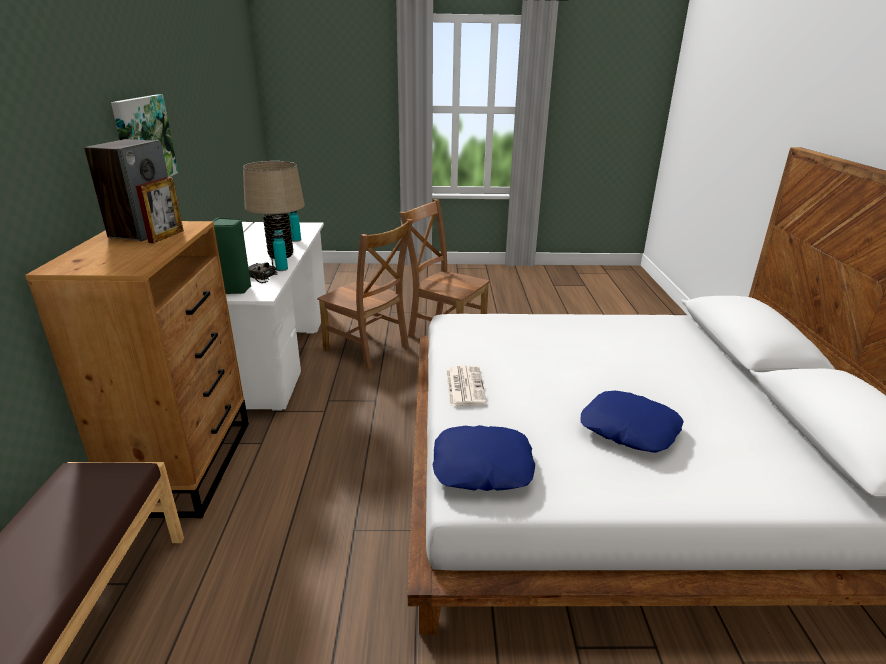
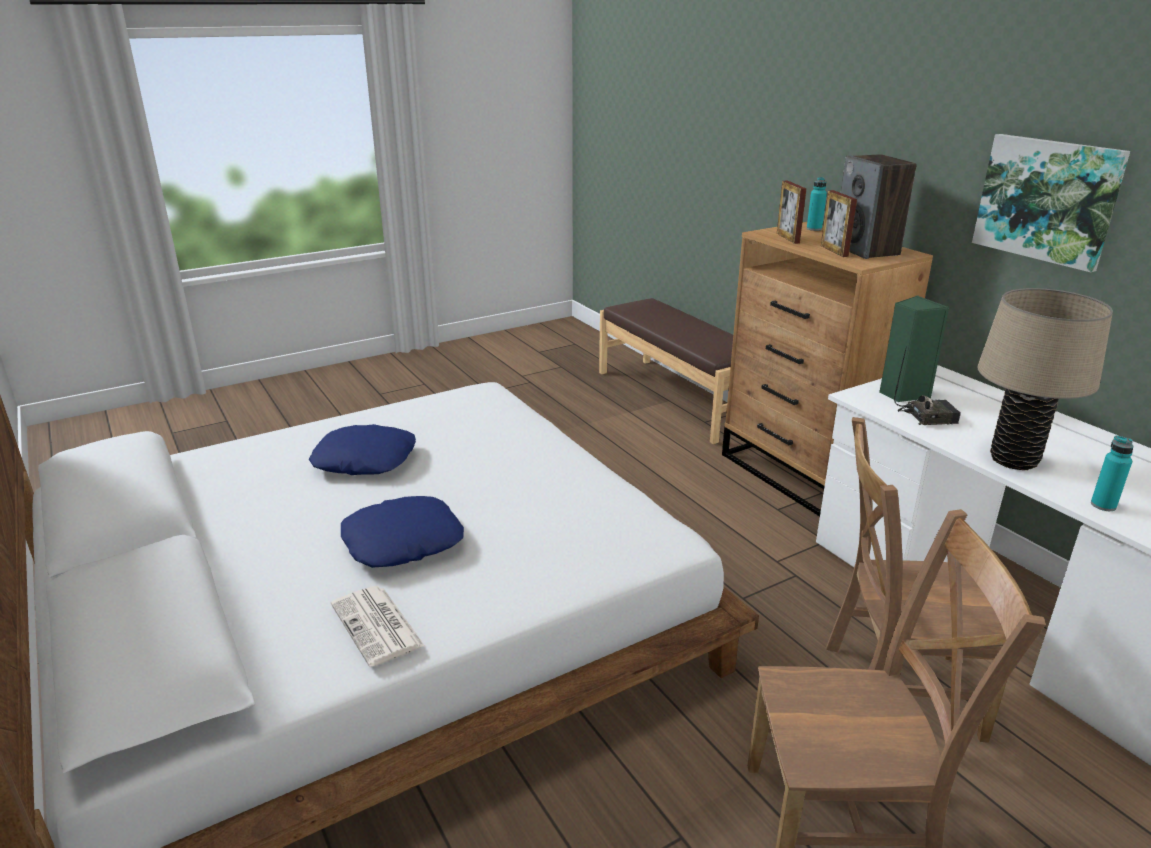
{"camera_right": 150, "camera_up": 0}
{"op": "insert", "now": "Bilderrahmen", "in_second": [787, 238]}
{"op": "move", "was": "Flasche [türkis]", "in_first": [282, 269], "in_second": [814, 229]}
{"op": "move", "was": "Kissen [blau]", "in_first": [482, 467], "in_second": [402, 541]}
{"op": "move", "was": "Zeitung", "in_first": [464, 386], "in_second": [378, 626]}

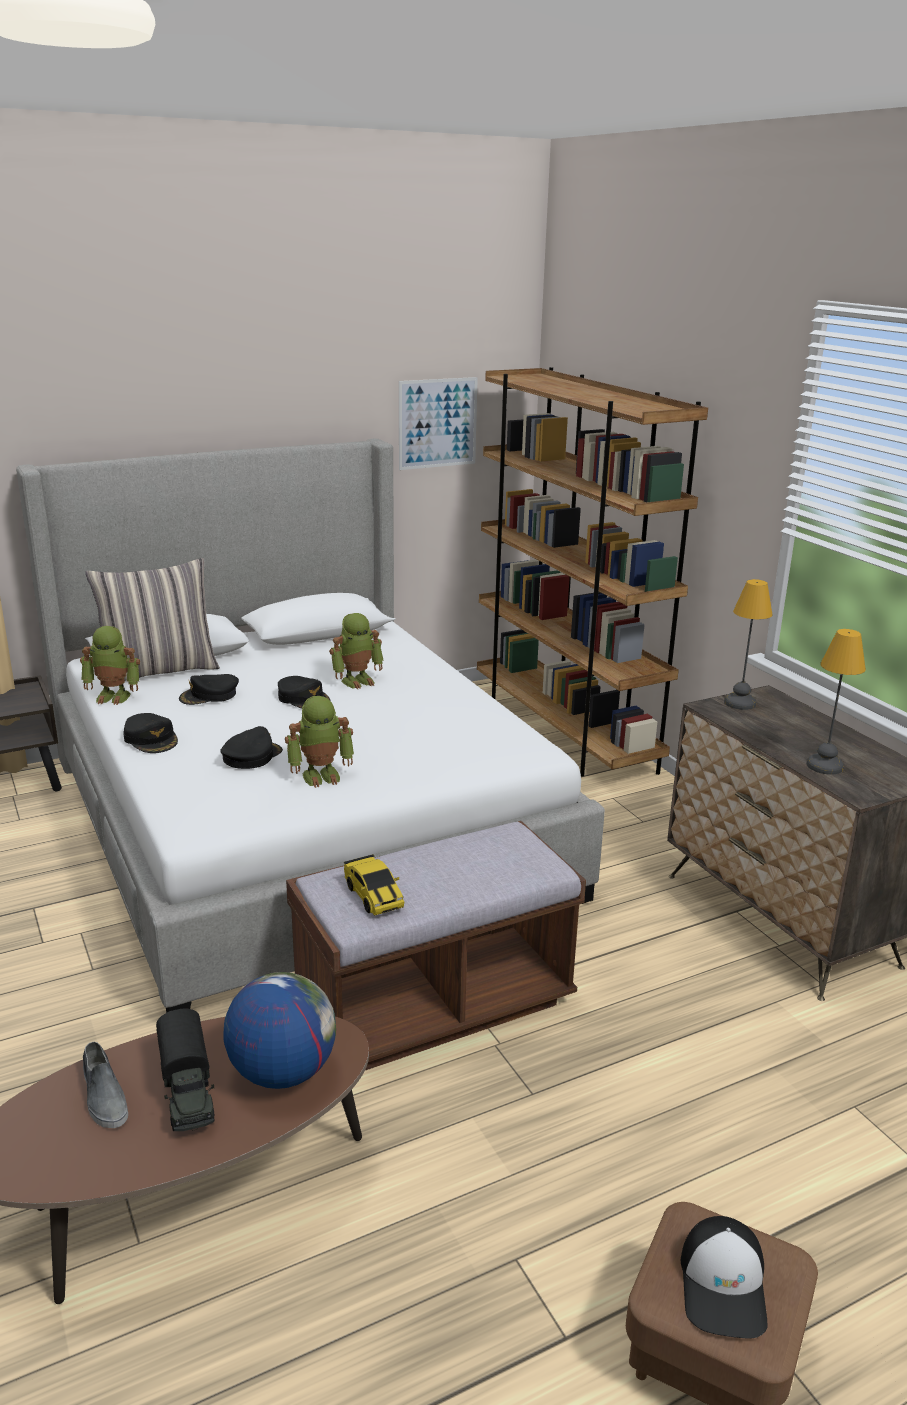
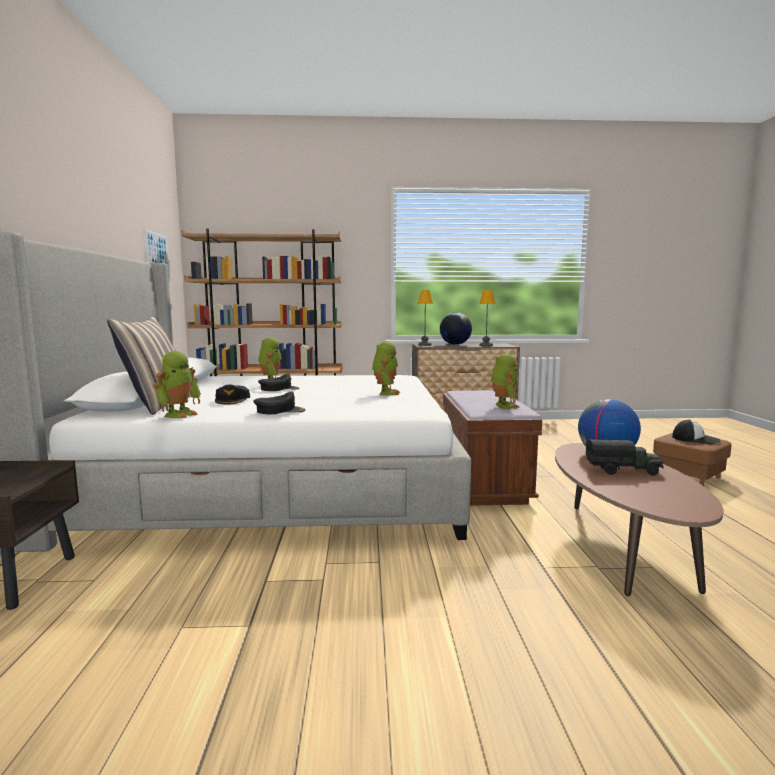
{"camera_right": -65, "camera_up": -15}
{"op": "delete", "was": "Schuh [grau]", "in_first": [104, 1096]}
{"op": "delete", "was": "Kappe [schwarz]", "in_first": [251, 756]}
{"op": "insert", "now": "Globus", "in_second": [455, 344]}
{"op": "replace", "was": "Spielzeugauto", "now": "Spielzeugroboter", "in_first": [373, 896], "in_second": [503, 406]}

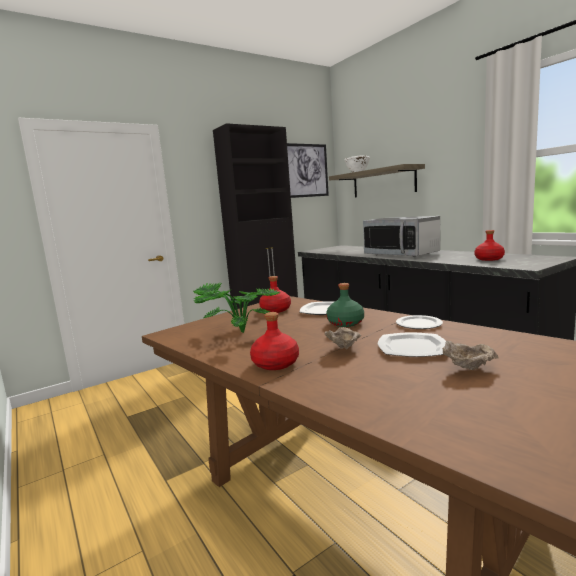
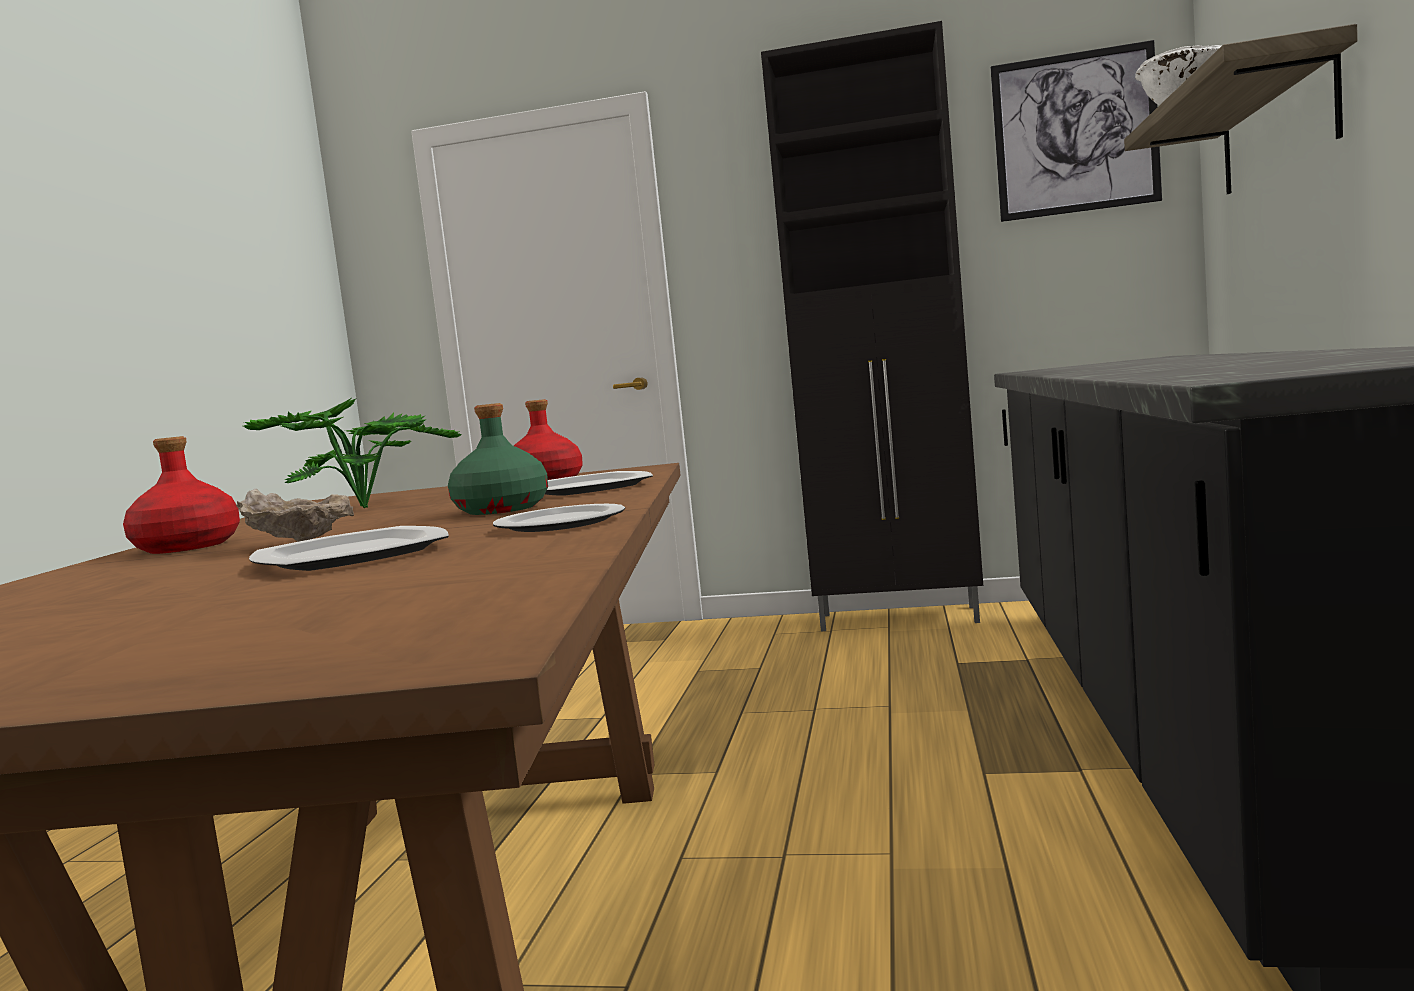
{"camera_right": 45, "camera_up": -5}
{"op": "delete", "was": "Mikrowelle", "in_first": [401, 254]}
{"op": "delete", "was": "Schüssel [beige]", "in_first": [469, 369]}
{"op": "delete", "was": "Flasche [rot]", "in_first": [489, 259]}

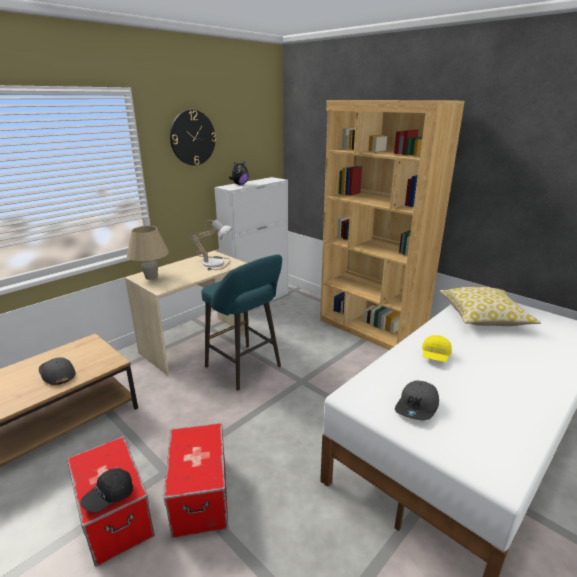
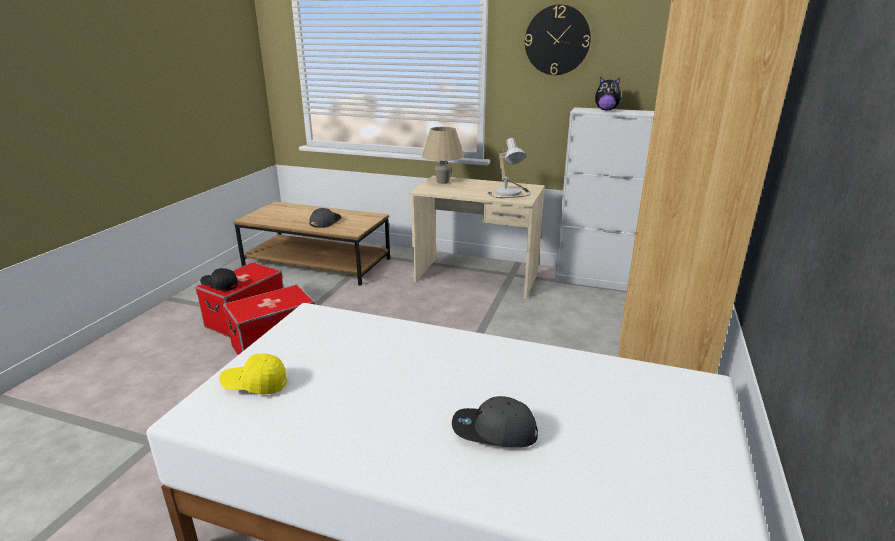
{"camera_right": 65, "camera_up": 0}
{"op": "delete", "was": "Hocker [türkis]", "in_first": [246, 368]}
{"op": "delete", "was": "Kissen", "in_first": [483, 317]}
{"op": "move", "was": "Kappe [grau]", "in_first": [417, 407], "in_second": [494, 432]}
{"op": "move", "was": "Kappe [gelb]", "in_first": [435, 356], "in_second": [255, 385]}

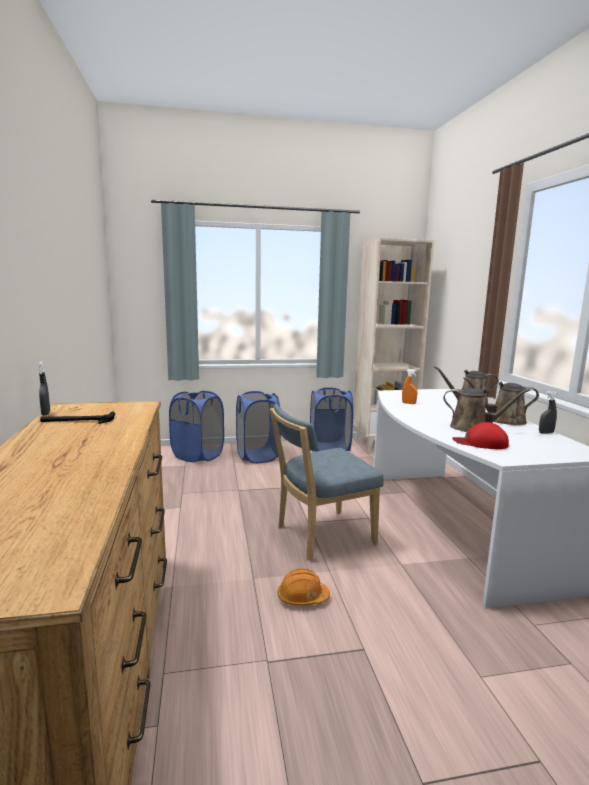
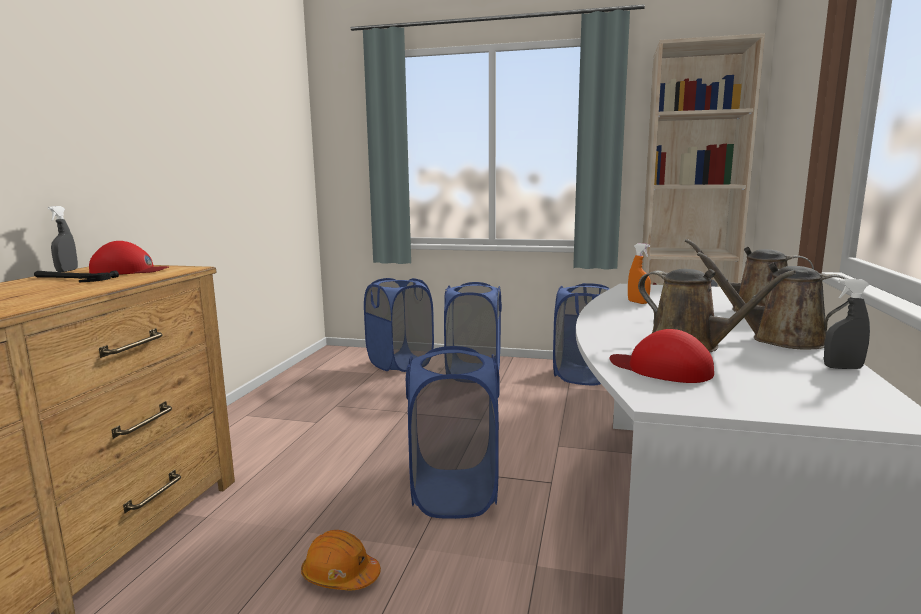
{"camera_right": 25, "camera_up": 0}
{"op": "insert", "now": "Kappe [rot]", "in_second": [129, 271]}
{"op": "replace", "was": "Stuhl [blau]", "now": "Wäschekorb [blau]", "in_first": [321, 535], "in_second": [454, 493]}

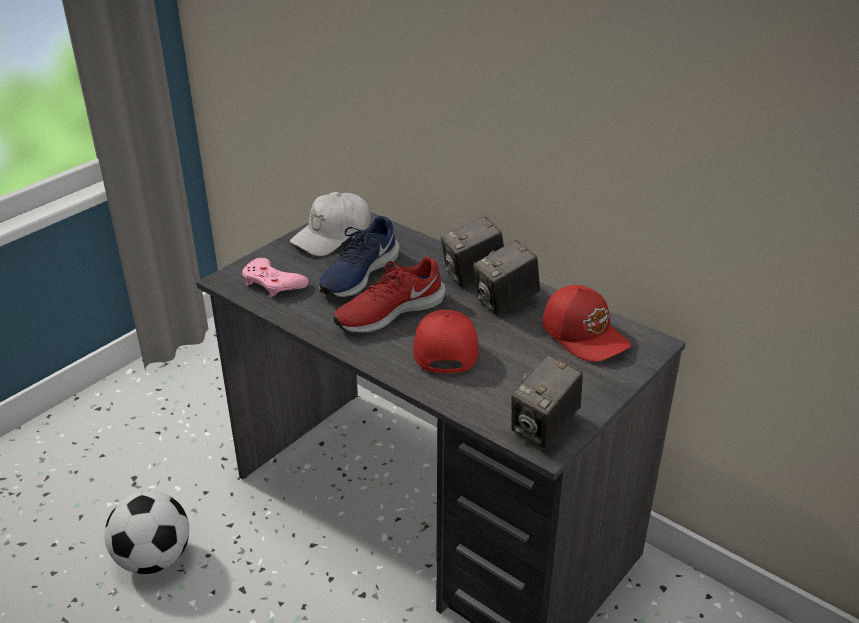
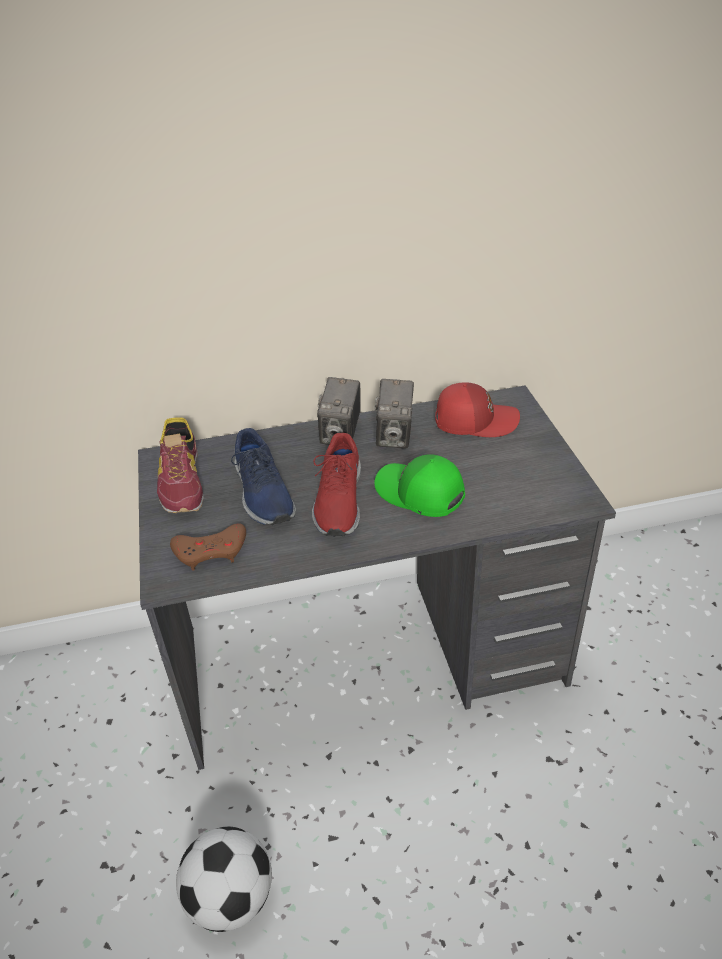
{"camera_right": -50, "camera_up": 5}
{"op": "delete", "was": "Kamera", "in_first": [544, 428]}
{"op": "replace", "was": "Kappe [weiß]", "now": "Schuh", "in_first": [332, 235], "in_second": [182, 481]}
{"op": "recolor", "was": "Gamepad [rosa]", "now": "Gamepad [braun]", "in_first": [273, 283], "in_second": [211, 551]}
{"op": "recolor", "was": "Kappe [rot]", "now": "Kappe [grün]", "in_first": [444, 348], "in_second": [419, 494]}

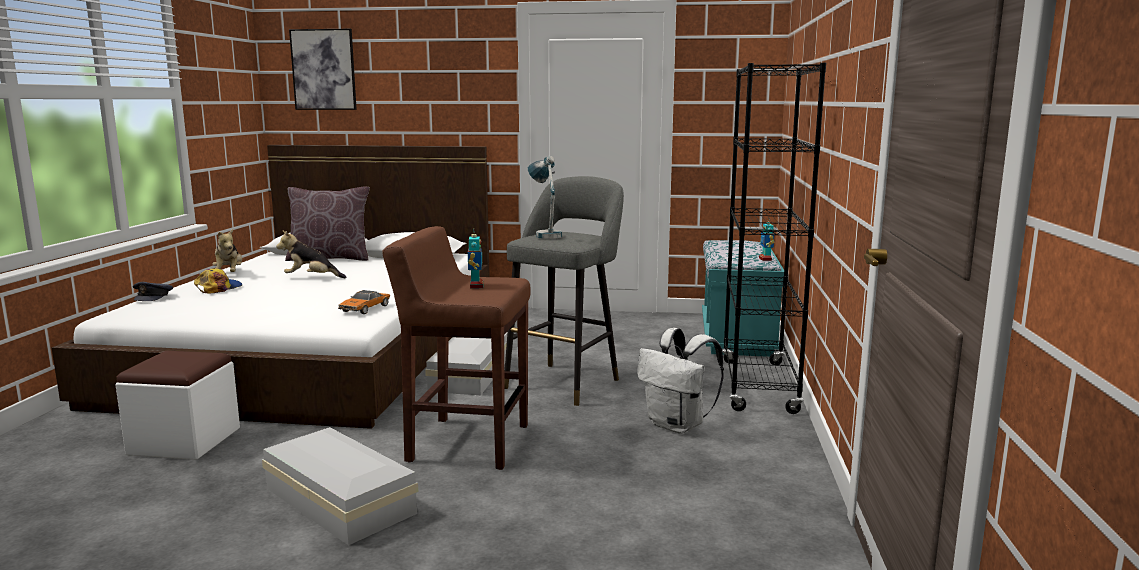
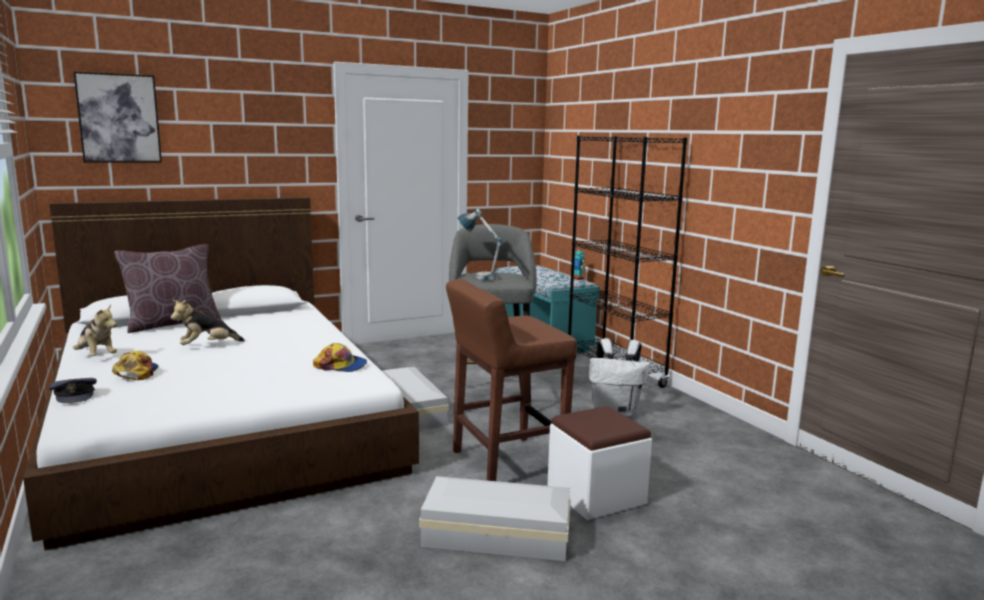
{"camera_right": -35, "camera_up": 0}
{"op": "delete", "was": "Spielzeugroboter", "in_first": [476, 286]}
{"op": "move", "was": "Polsterhocker [weiß]", "in_first": [185, 441], "in_second": [596, 495]}
{"op": "replace", "was": "Spielzeugauto", "now": "Kappe", "in_first": [365, 309], "in_second": [341, 366]}

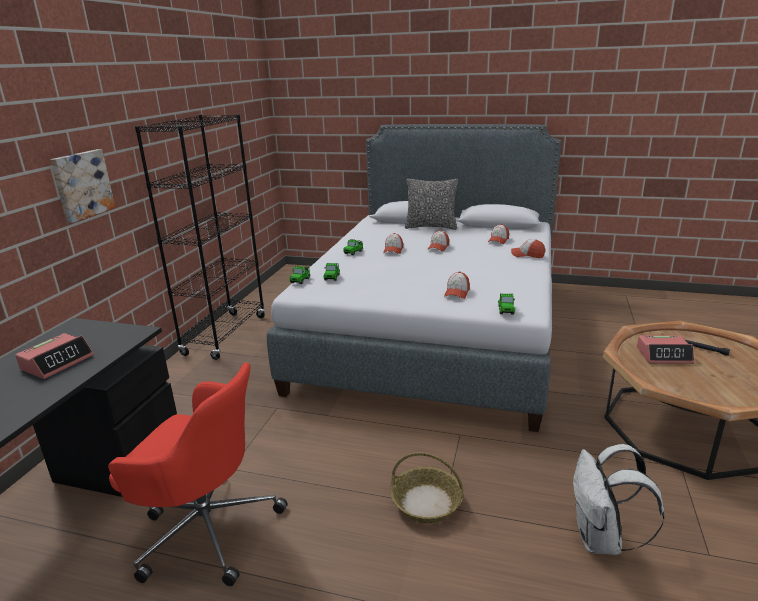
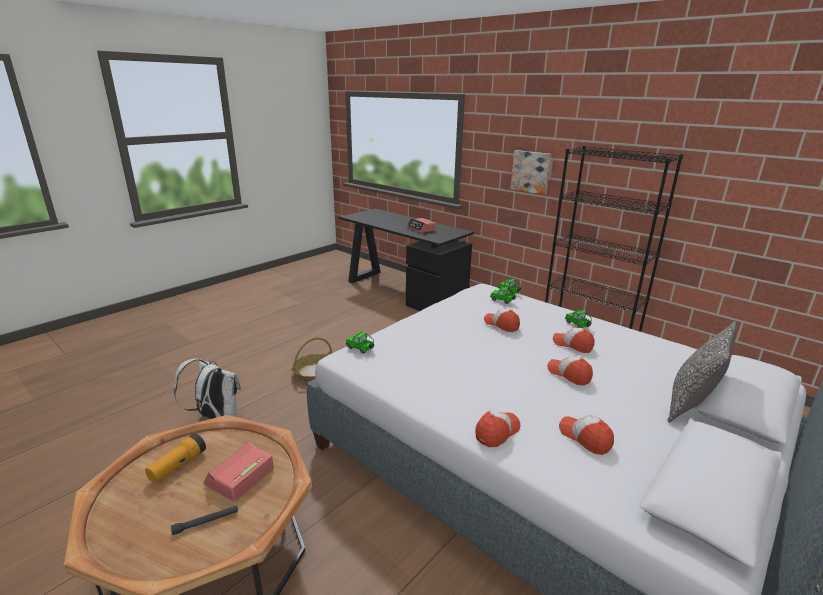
{"camera_right": 115, "camera_up": 0}
{"op": "delete", "was": "Bürostuhl [rot]", "in_first": [206, 527]}
{"op": "insert", "now": "Taschenlampe", "in_second": [178, 466]}
{"op": "move", "was": "Kappe", "in_first": [457, 293], "in_second": [501, 324]}

